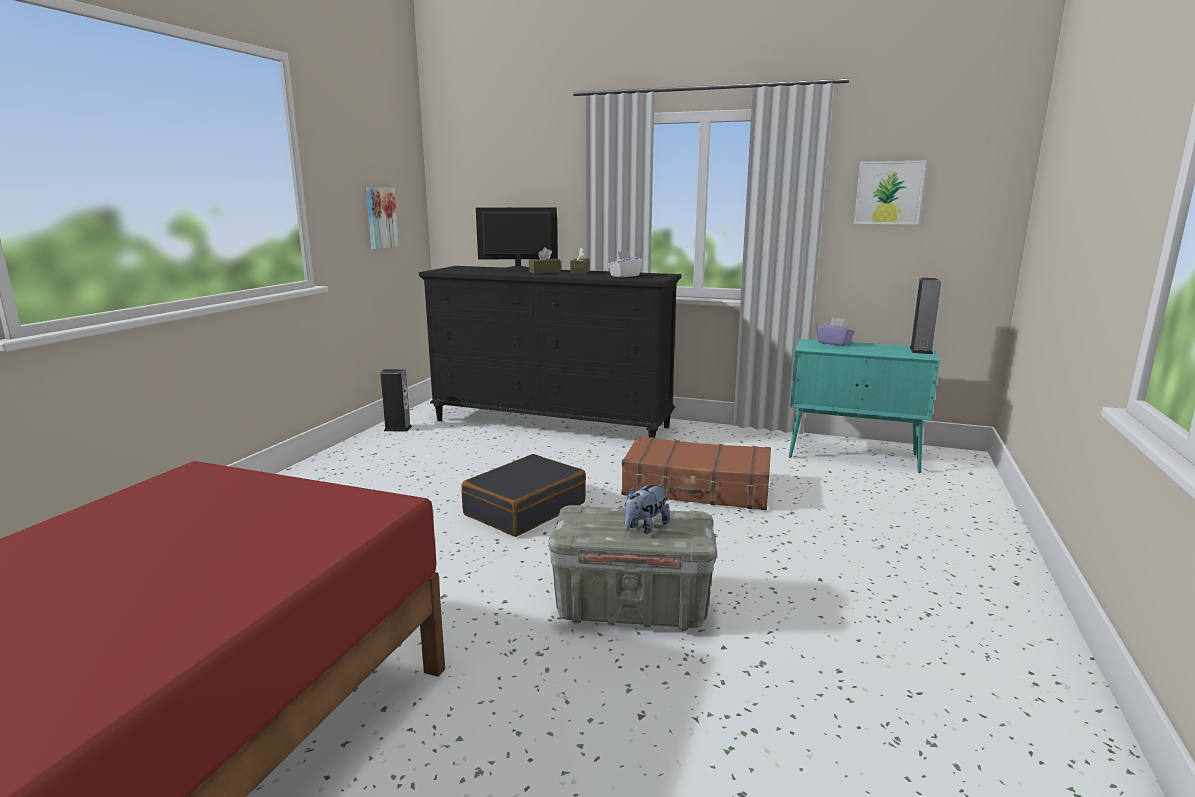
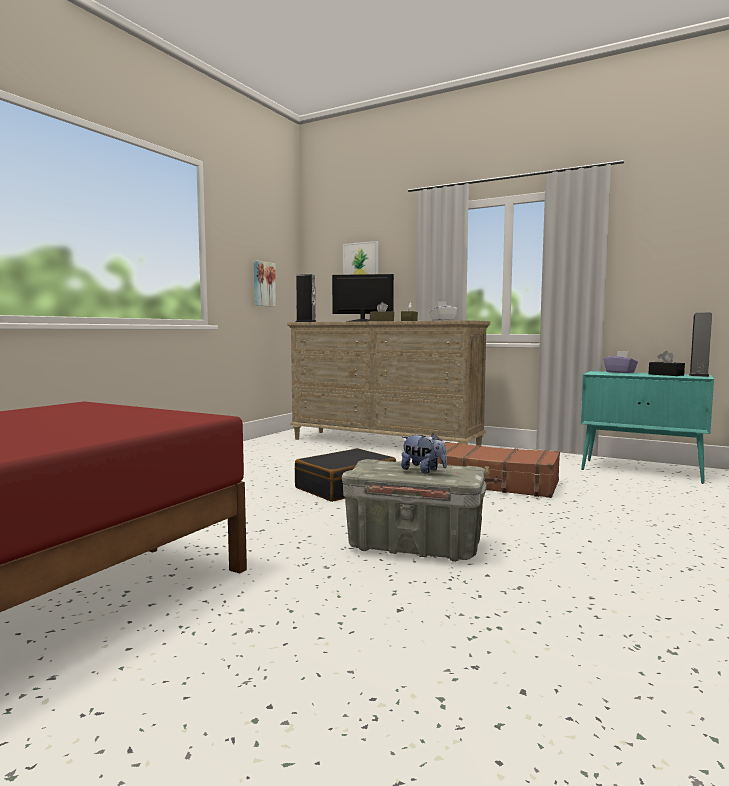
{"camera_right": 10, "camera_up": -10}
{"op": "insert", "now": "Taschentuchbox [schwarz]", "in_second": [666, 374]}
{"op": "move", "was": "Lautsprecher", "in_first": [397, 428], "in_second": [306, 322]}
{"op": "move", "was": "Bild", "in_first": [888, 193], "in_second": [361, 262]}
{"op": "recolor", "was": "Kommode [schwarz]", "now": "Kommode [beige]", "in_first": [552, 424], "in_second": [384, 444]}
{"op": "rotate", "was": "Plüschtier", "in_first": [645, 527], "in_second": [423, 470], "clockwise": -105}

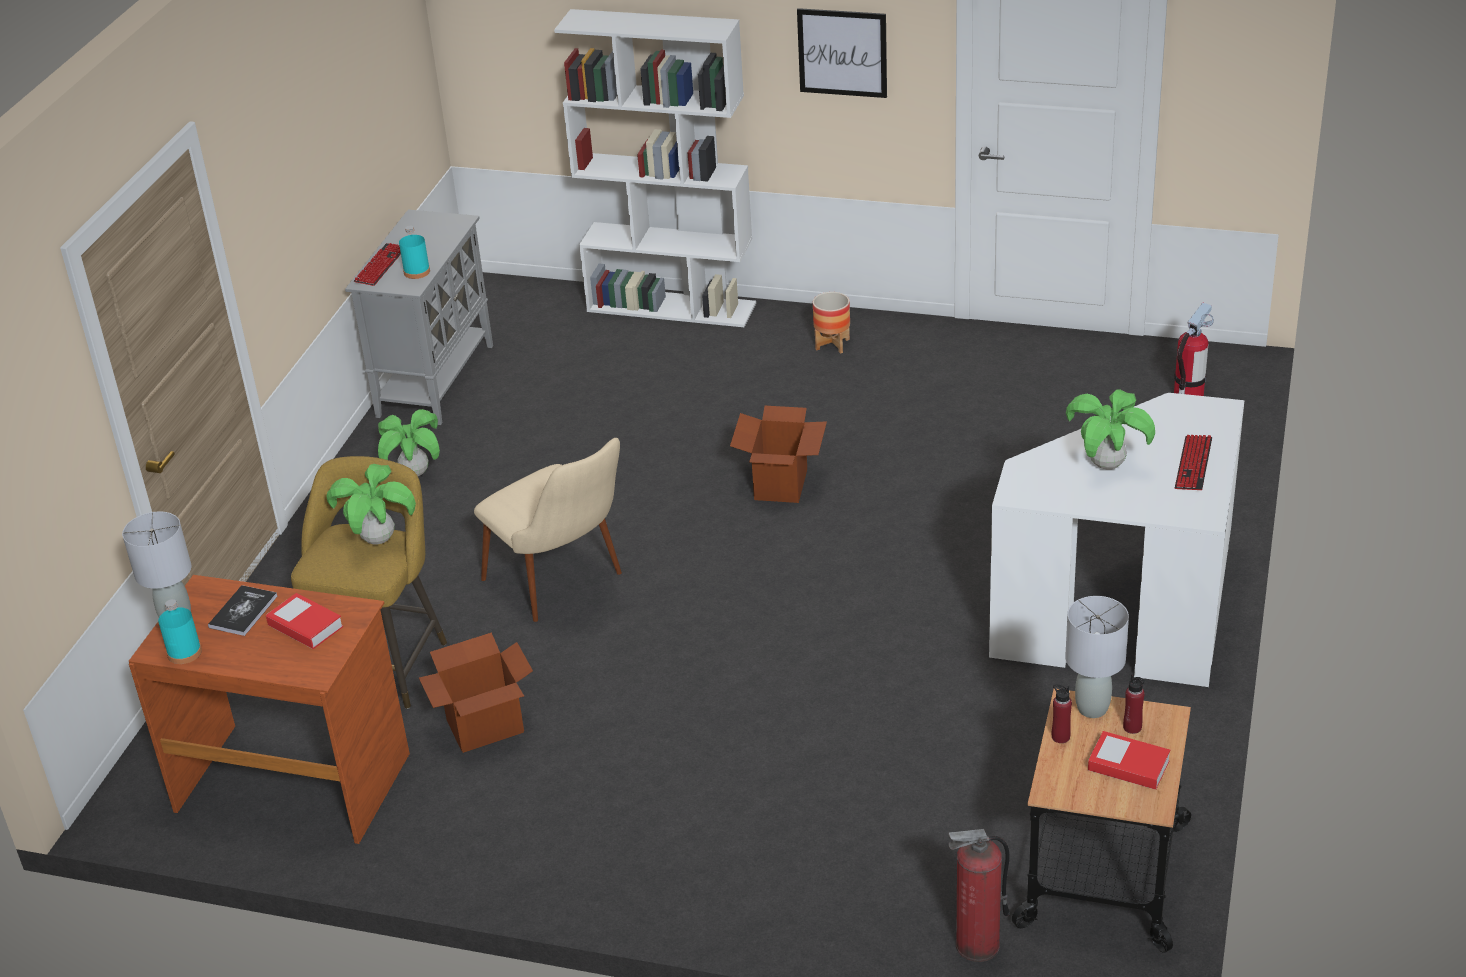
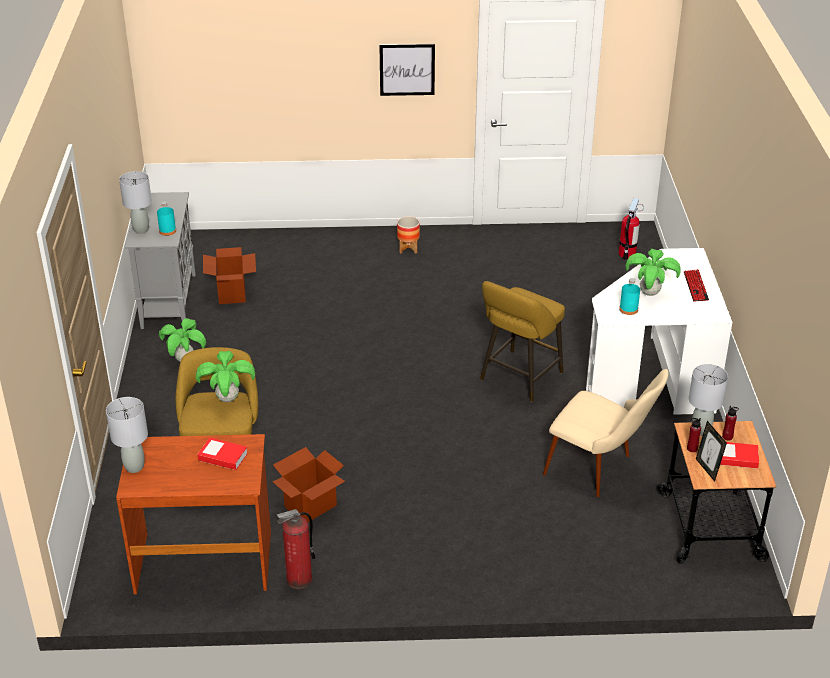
{"camera_right": -20, "camera_up": 0}
{"op": "delete", "was": "Buch", "in_first": [243, 612]}
{"op": "delete", "was": "Bücherregal [weiß]", "in_first": [672, 307]}
{"op": "insert", "now": "Hocker [gelb]", "in_second": [518, 379]}
{"op": "insert", "now": "Bilderrahmen", "in_second": [707, 469]}
{"op": "move", "was": "Flasche [türkis]", "in_first": [184, 652], "in_second": [628, 309]}
{"op": "move", "was": "Stuhl [beige]", "in_first": [565, 587], "in_second": [600, 470]}
{"op": "move", "was": "Karton", "in_first": [781, 485], "in_second": [232, 294]}
{"op": "move", "was": "Feuerlöscher", "in_first": [977, 945], "in_second": [299, 579]}
{"op": "replace", "was": "Tastatur", "now": "Tischlampe [grau]", "in_first": [380, 266], "in_second": [141, 230]}

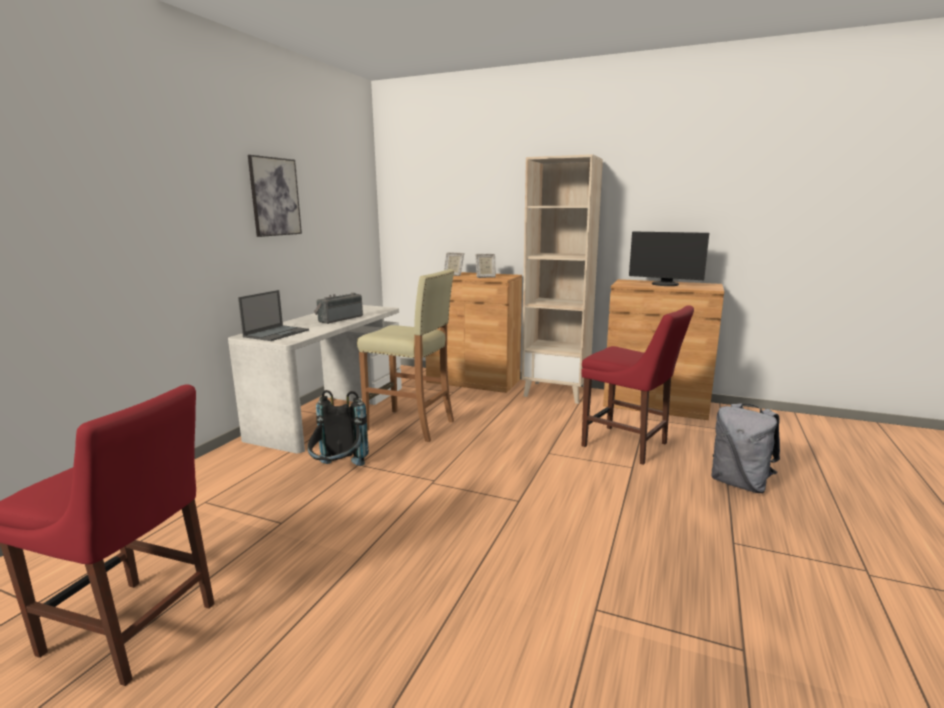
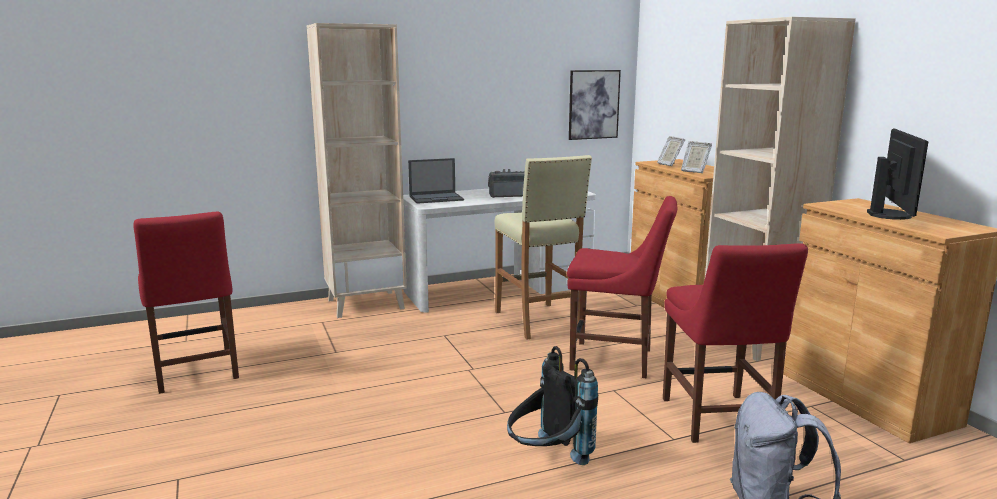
{"camera_right": 45, "camera_up": 0}
{"op": "insert", "now": "Bücherregal [beige]", "in_second": [366, 304]}
{"op": "insert", "now": "Stuhl [rot]", "in_second": [616, 360]}
{"op": "move", "was": "Bild", "in_first": [275, 197], "in_second": [593, 104]}
{"op": "move", "was": "Rucksack [schwarz]", "in_first": [338, 472], "in_second": [547, 460]}
{"op": "rotate", "was": "Monitor", "in_first": [665, 284], "in_second": [891, 215], "clockwise": -150}

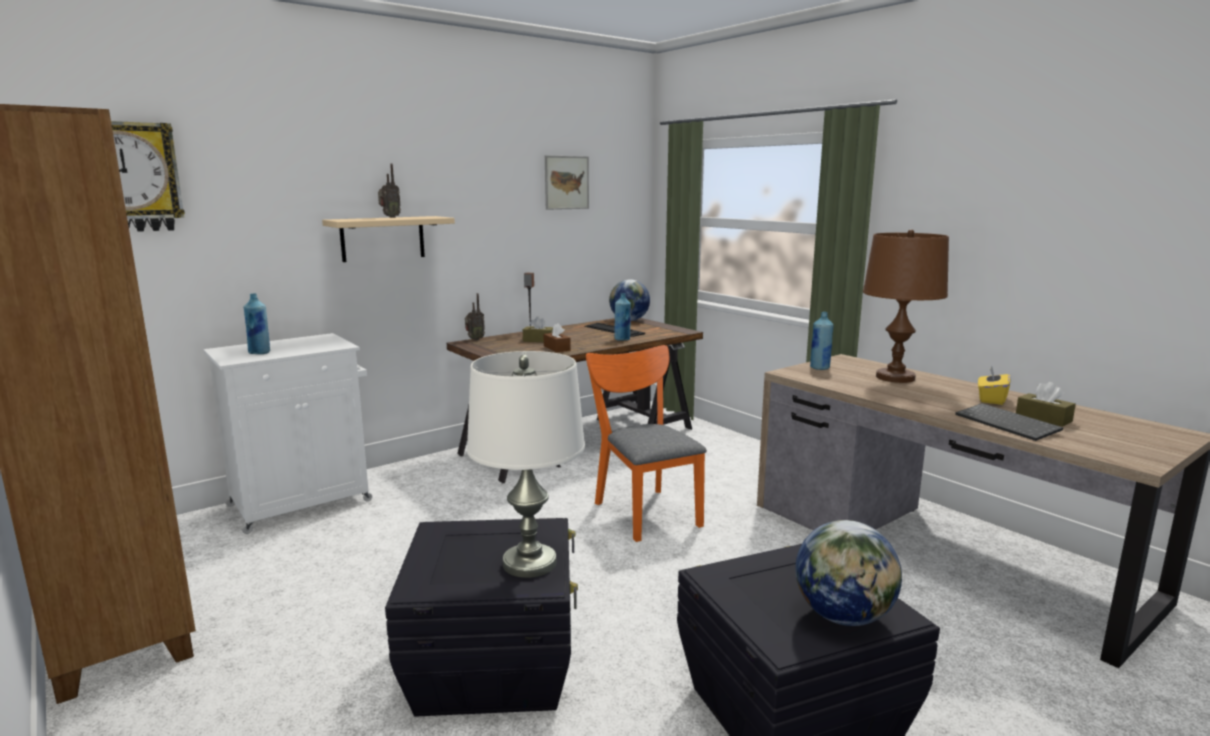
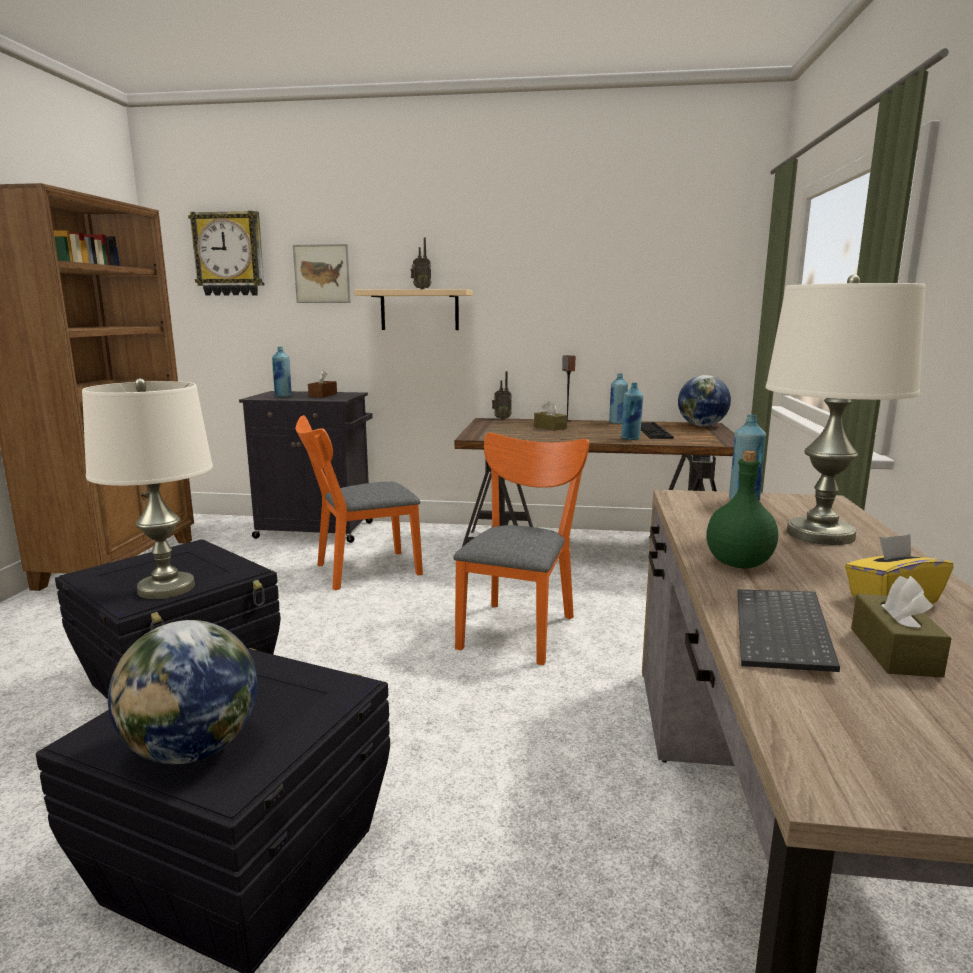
{"camera_right": 45, "camera_up": 0}
{"op": "insert", "now": "Stuhl [orange]", "in_second": [360, 571]}
{"op": "insert", "now": "Flasche [blau]", "in_second": [617, 423]}
{"op": "insert", "now": "Flasche [grün]", "in_second": [737, 564]}
{"op": "move", "was": "Taschentuchbox [braun]", "in_first": [557, 348], "in_second": [323, 395]}
{"op": "move", "was": "Bild", "in_first": [566, 182], "in_second": [322, 274]}
{"op": "recolor", "was": "Schrank [weiß]", "now": "Schrank [schwarz]", "in_first": [303, 502], "in_second": [317, 530]}
{"op": "recolor", "was": "Tischlampe [braun]", "now": "Tischlampe [weiß]", "in_first": [895, 377], "in_second": [820, 534]}

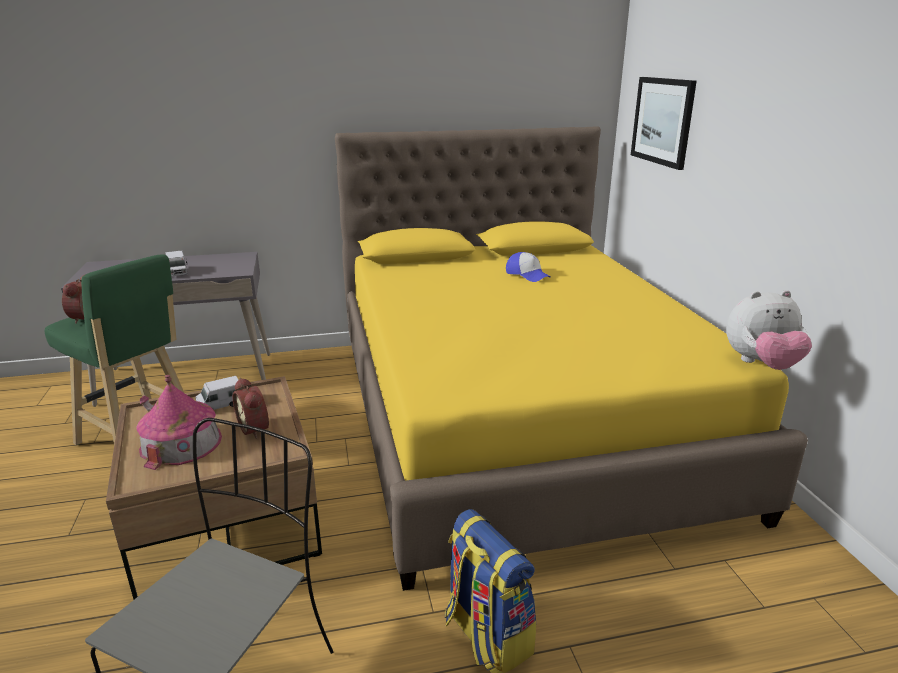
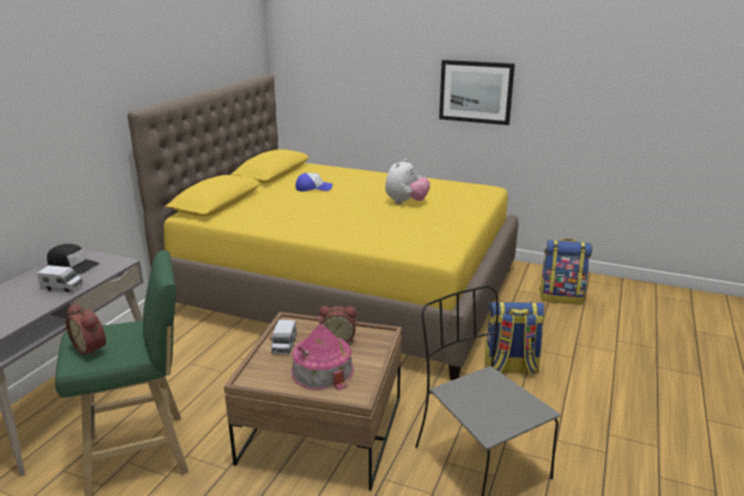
{"camera_right": -55, "camera_up": 0}
{"op": "insert", "now": "Kappe [schwarz]", "in_second": [72, 265]}
{"op": "insert", "now": "Rucksack", "in_second": [561, 297]}
{"op": "move", "was": "Bild", "in_first": [662, 121], "in_second": [476, 92]}
{"op": "move", "was": "Plüschtier", "in_first": [761, 364], "in_second": [406, 202]}

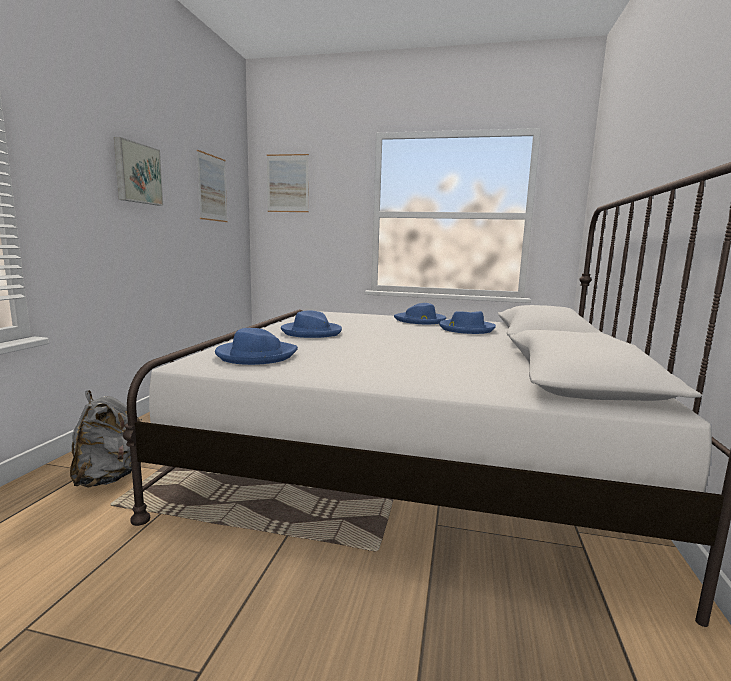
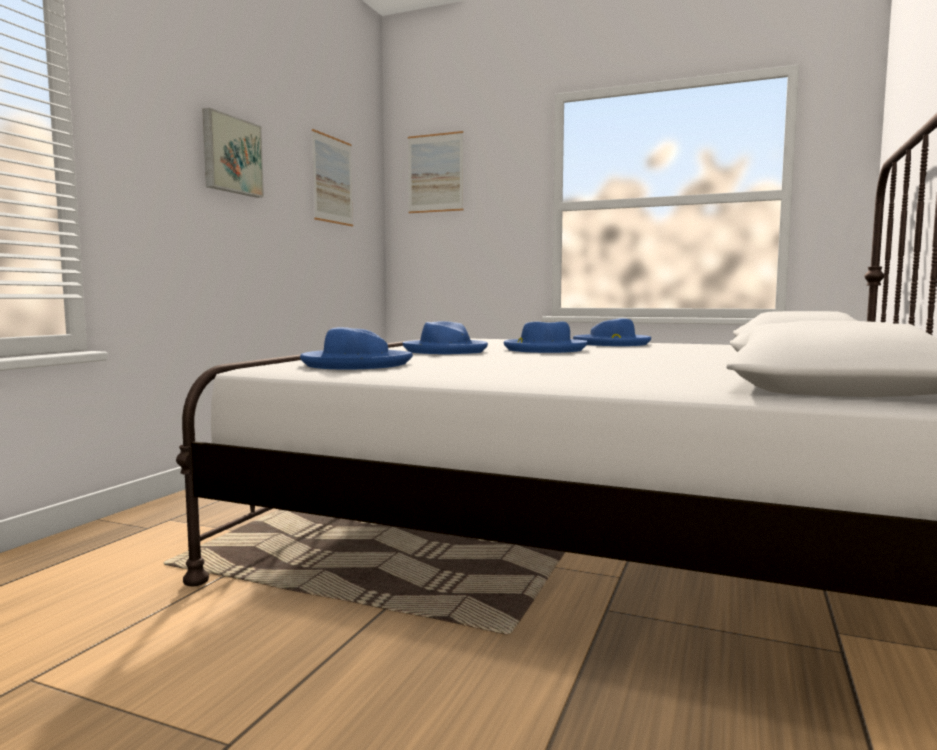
{"camera_right": 10, "camera_up": -5}
{"op": "delete", "was": "Rucksack [grau]", "in_first": [109, 477]}
{"op": "move", "was": "Hut [blau]", "in_first": [466, 329], "in_second": [544, 349]}

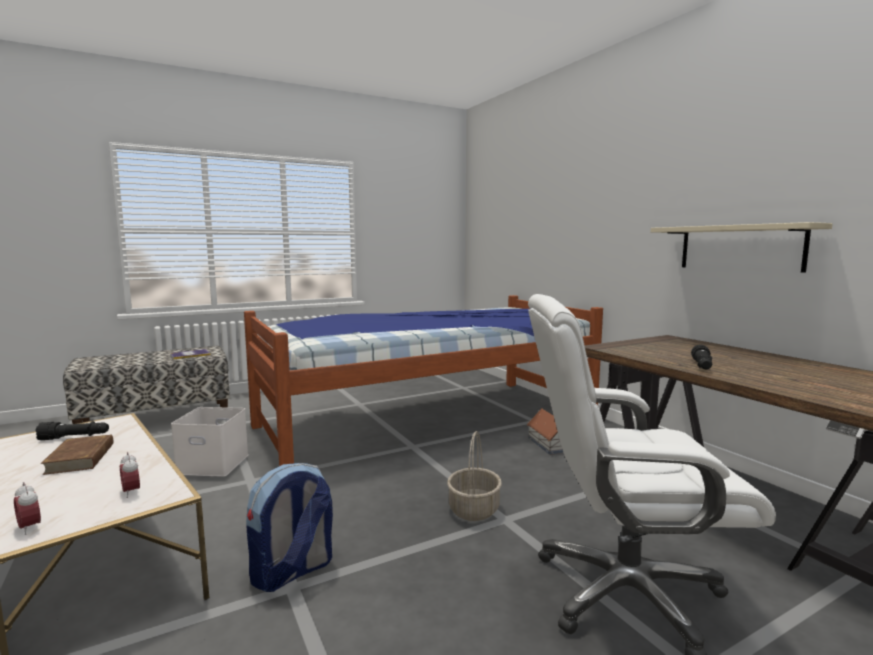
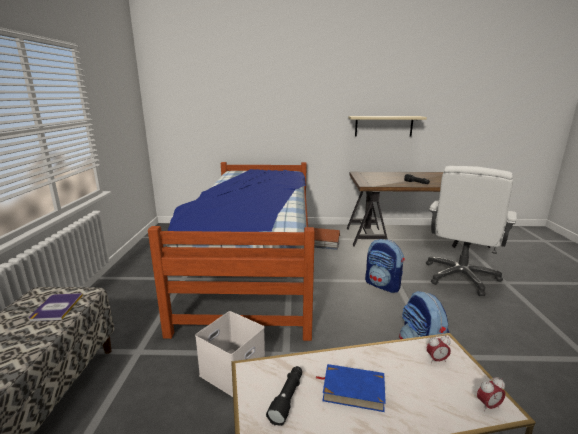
{"camera_right": -60, "camera_up": 10}
{"op": "replace", "was": "Korb", "now": "Rucksack", "in_first": [474, 510], "in_second": [383, 285]}
{"op": "recolor", "was": "Buch [braun]", "now": "Buch [blau]", "in_first": [81, 458], "in_second": [353, 390]}

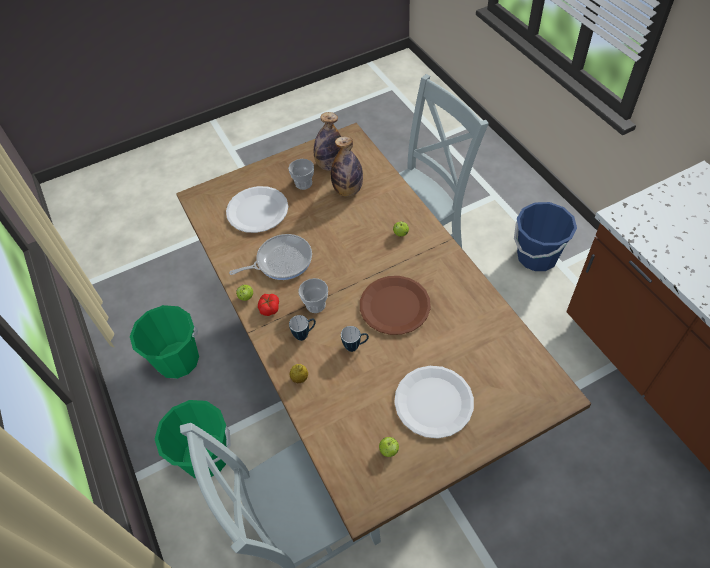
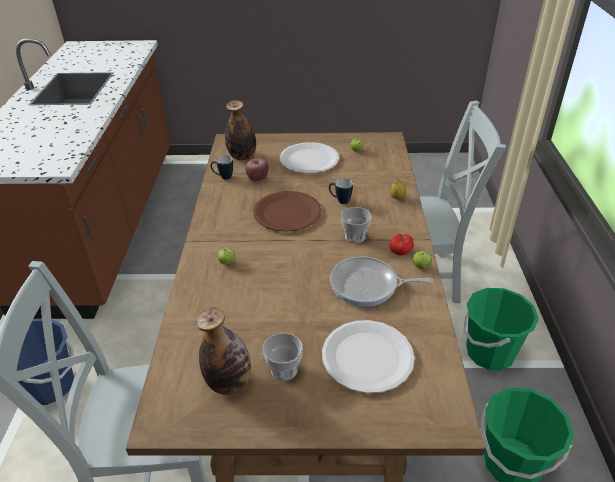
{"camera_right": -155, "camera_up": -15}
{"op": "insert", "now": "Apfel", "in_second": [257, 178]}
{"op": "move", "was": "Henkelbecher", "in_first": [305, 334], "in_second": [223, 177]}
{"op": "move", "was": "Flasche", "in_first": [348, 190], "in_second": [242, 157]}

